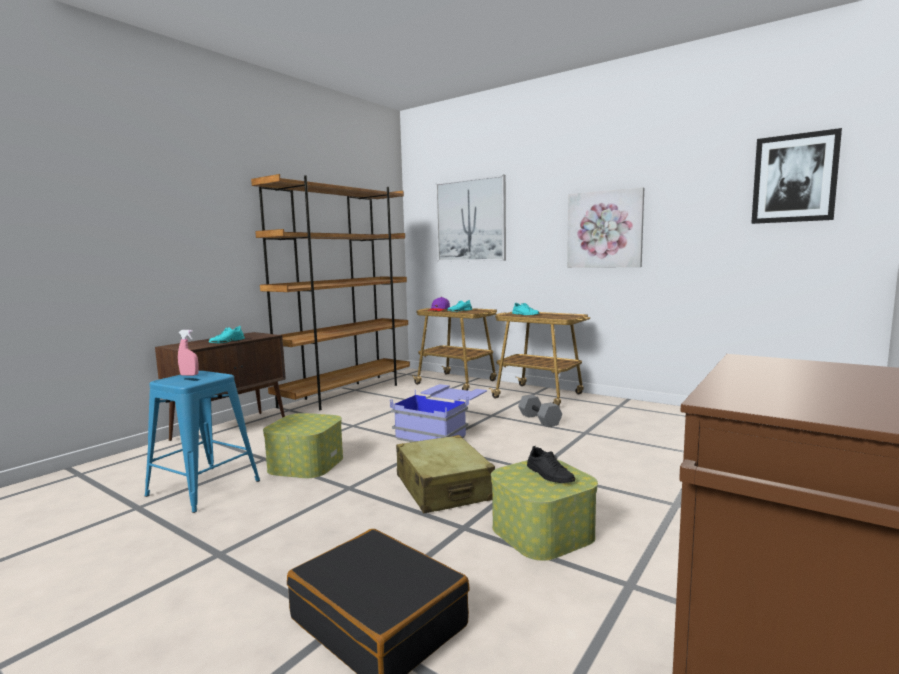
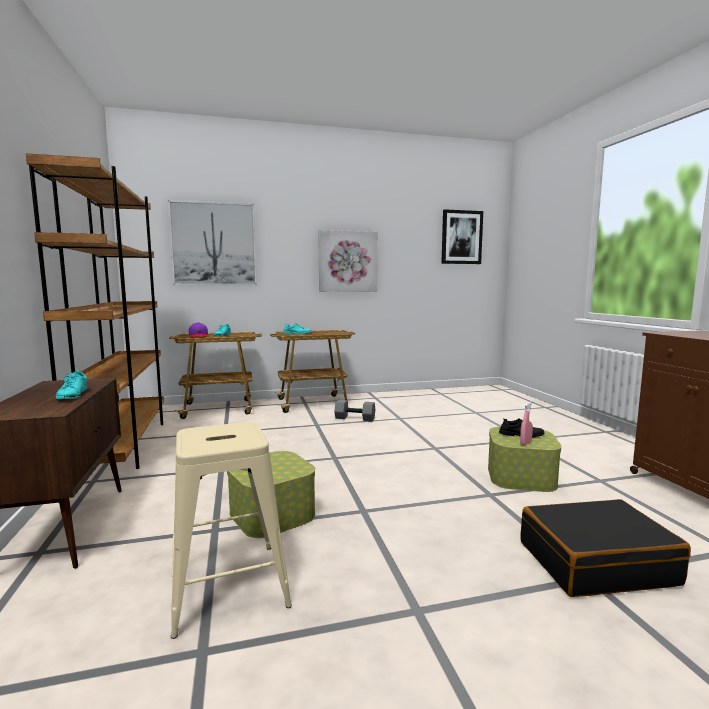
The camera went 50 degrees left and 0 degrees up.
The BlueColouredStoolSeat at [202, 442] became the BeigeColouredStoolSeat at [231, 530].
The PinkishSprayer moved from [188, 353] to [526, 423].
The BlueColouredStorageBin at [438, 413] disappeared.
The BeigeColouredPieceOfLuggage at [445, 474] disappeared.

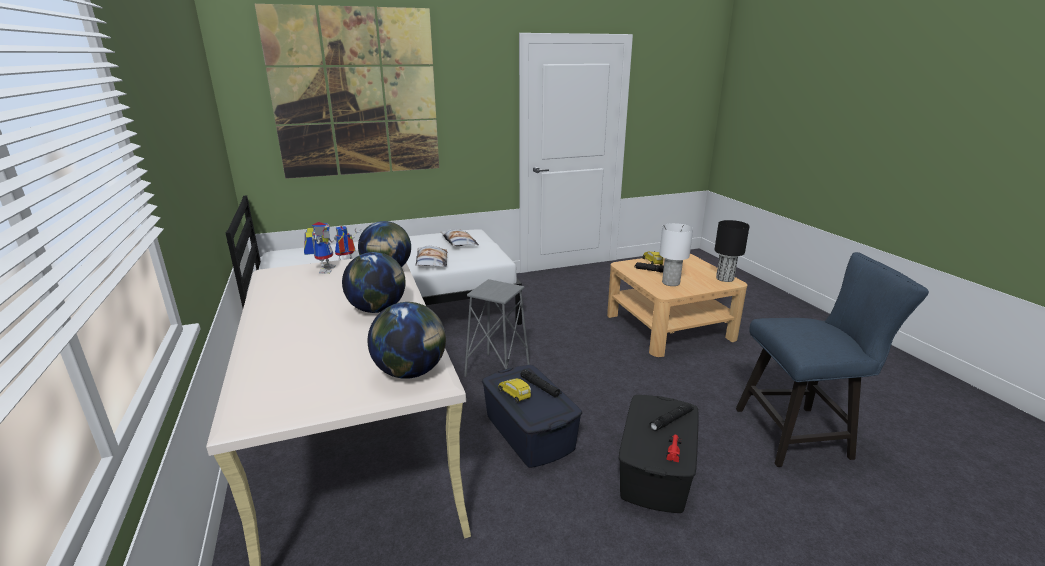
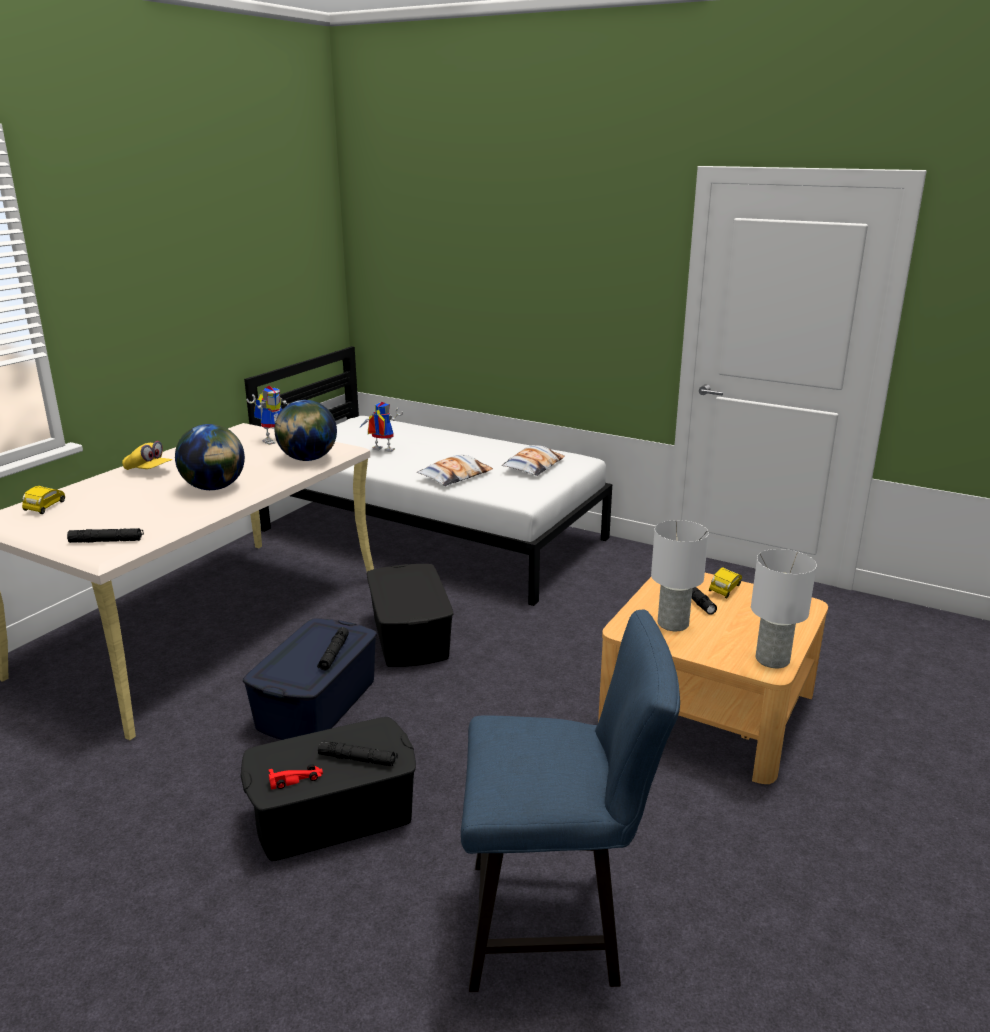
The camera went 50 degrees right and 0 degrees up.
The WallPicture at [347, 91] disappeared.
The Globe at [407, 340] was replaced by the BlackFlashlight at [105, 535].
The GreyStoolSeat at [497, 328] was replaced by the BlackStorageBin at [410, 615].
The YellowModelCar moved from [514, 390] to [43, 500].
The BlackLampForATable at [732, 251] became the WhiteColouredLampForATable at [784, 608].
The BlueColouredPlainChair at [832, 359] turned 45 degrees counterclockwise.
The YellowCap at [147, 455] appeared.

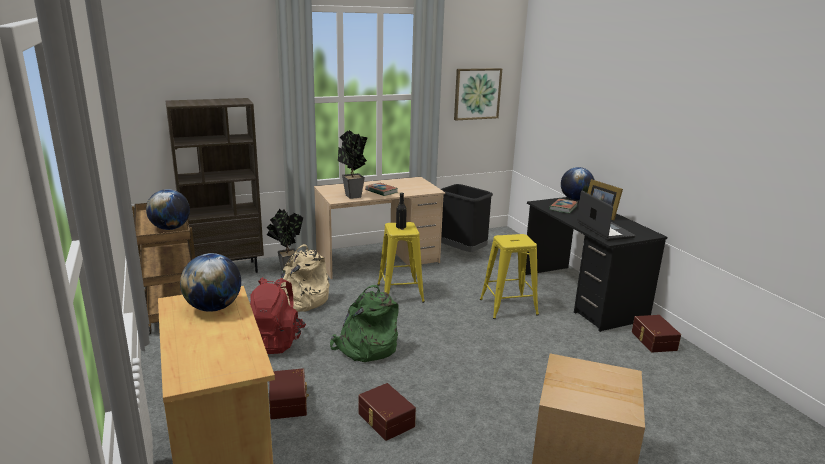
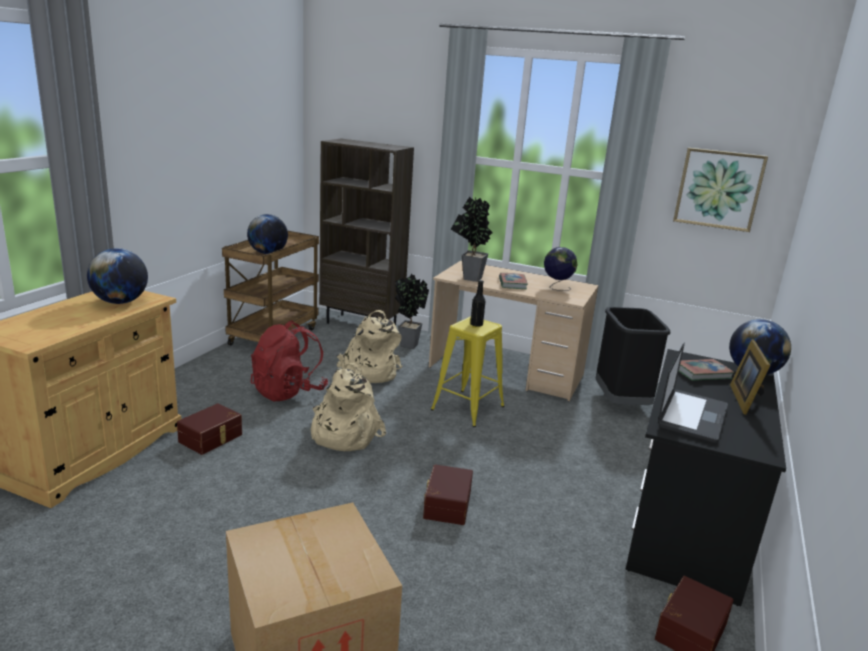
The camera went 45 degrees right and 0 degrees up.
The GreenishRucksack at [364, 323] became the BeigeColouredRucksack at [348, 407].
The BrownColouredStorageBin moved from [387, 412] to [448, 495].
The YellowStoolSeat at [509, 276] disappeared.
The Globe at [561, 269] appeared.

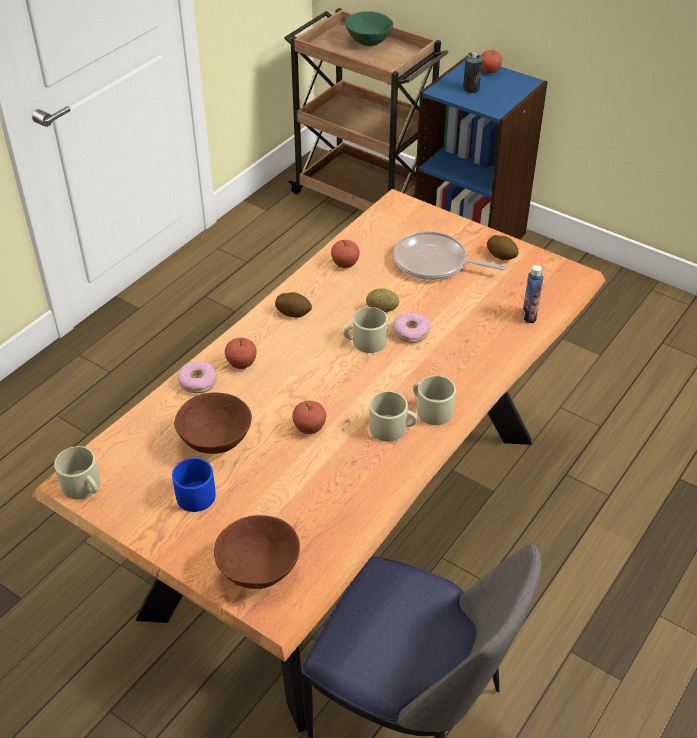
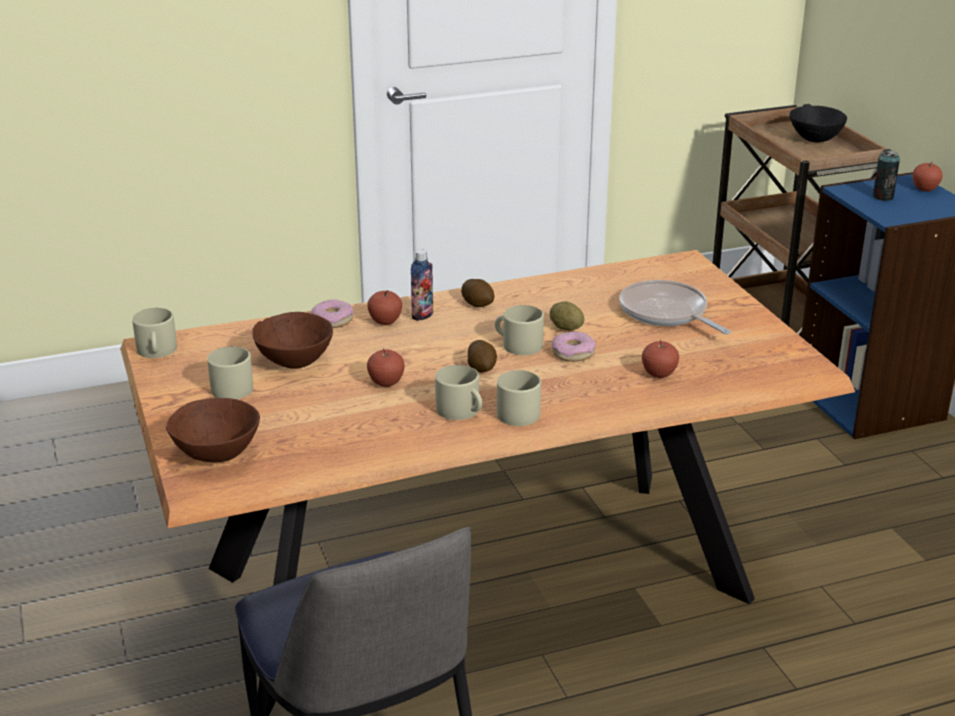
The camera went 35 degrees right and 15 degrees down.
The BlueColouredCoffeeMug at [194, 485] became the BeigeColouredCoffeeMug at [230, 372].
The AppleFruit moved from [345, 254] to [660, 359].
The GreenishServingBowl at [369, 28] became the BlackServingBowl at [818, 124].
The WholePotato moved from [503, 247] to [482, 356].
The DrinkBottle moved from [532, 294] to [422, 285].

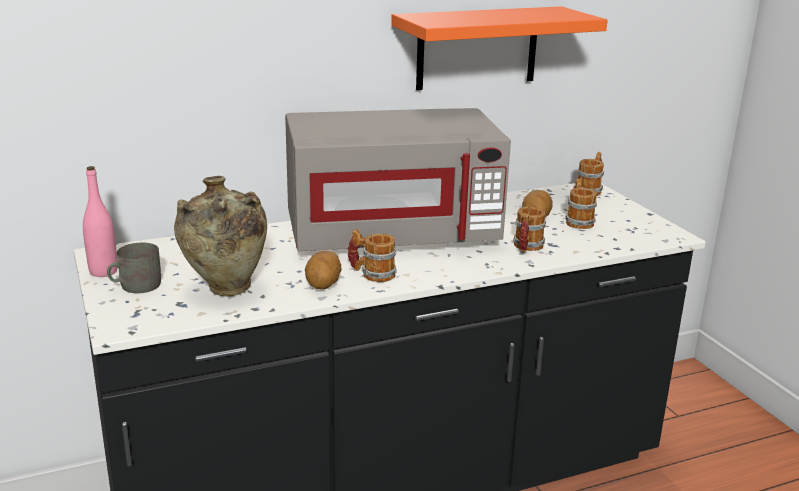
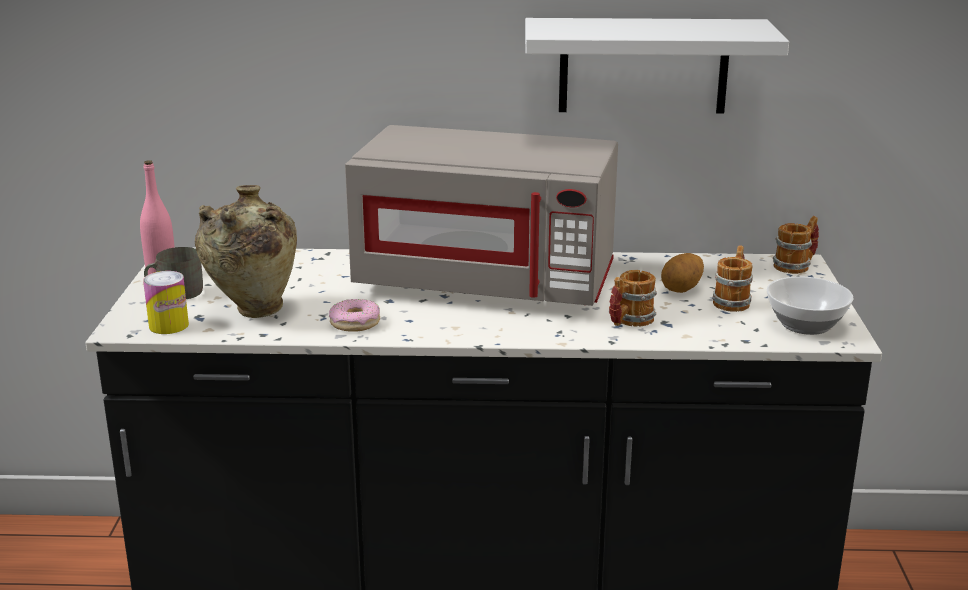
The camera went 25 degrees right and 0 degrees up.
The WholePotato at [323, 269] was replaced by the Donut at [354, 315].
The CoffeeMug at [372, 255] disappeared.
The OrangeColouredBracketShelf at [499, 48] became the WhiteColouredBracketShelf at [657, 66].
The SealedCan at [166, 302] appeared.
The ServingBowl at [810, 305] appeared.

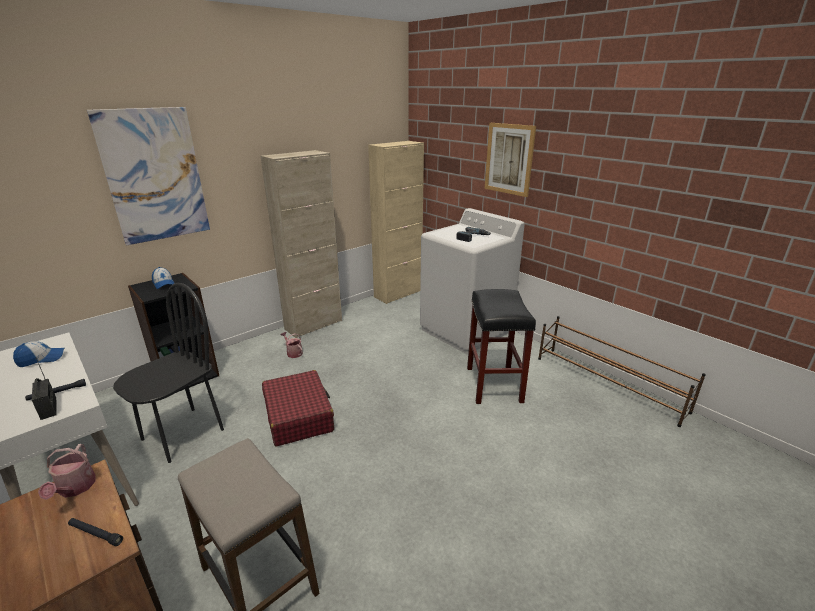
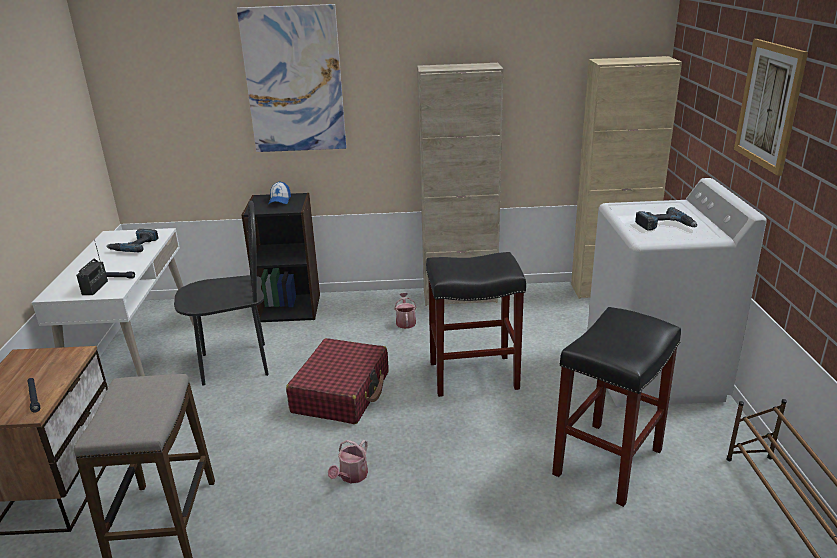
The camera went 40 degrees right and 0 degrees up.
The Cap at [38, 354] was replaced by the Drill at [132, 240].
The WateringPot moved from [67, 472] to [348, 462].
The BlackStoolSeat at [476, 324] appeared.

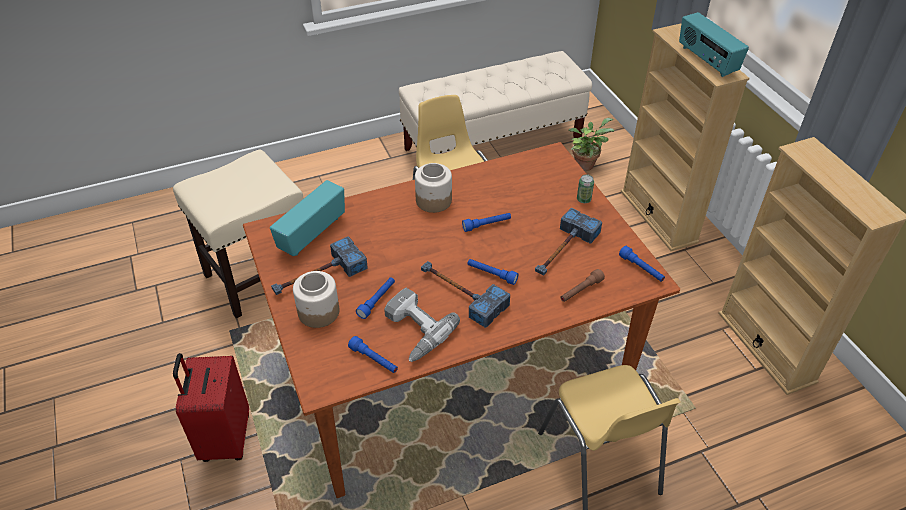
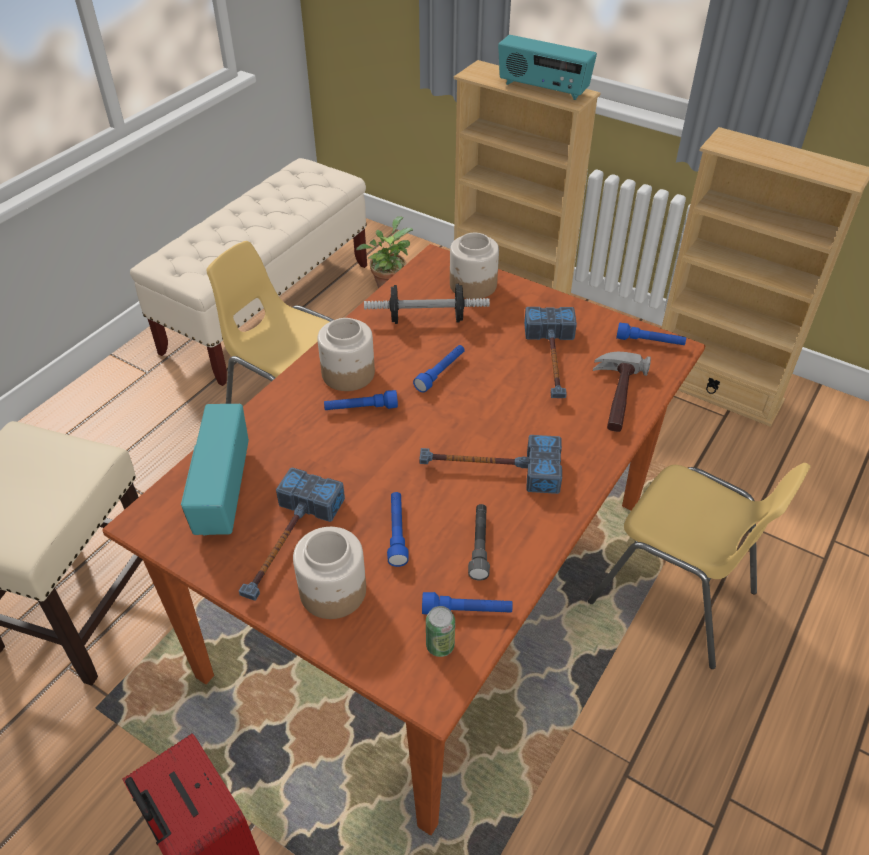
The camera went 35 degrees left and 0 degrees up.
The Drill at [422, 325] was replaced by the GreyFlashlight at [479, 542].
The BlueColouredFlashlight moved from [493, 272] to [361, 400].
The BrownColouredFlashlight at [583, 285] was replaced by the ToolHammer at [622, 392].
The SealedCan moved from [585, 188] to [440, 631].
The HandWeight at [427, 304] appeared.
The PreserveJar at [474, 266] appeared.

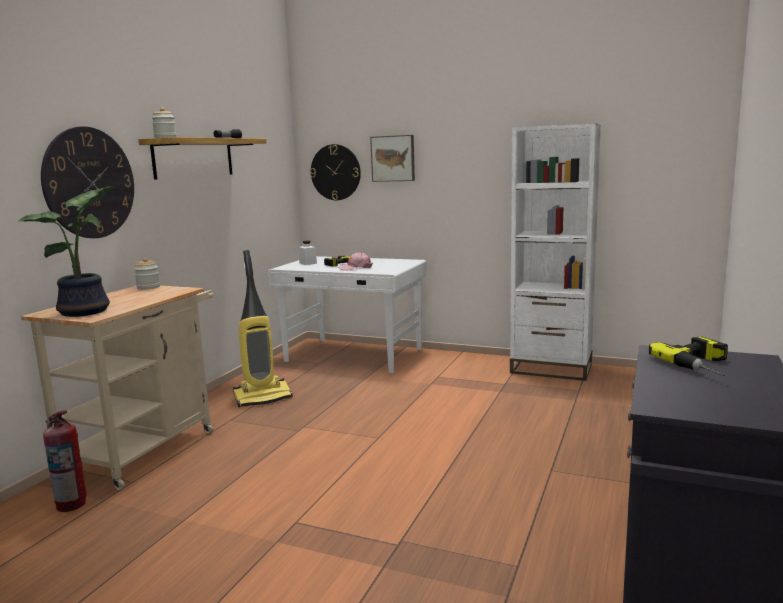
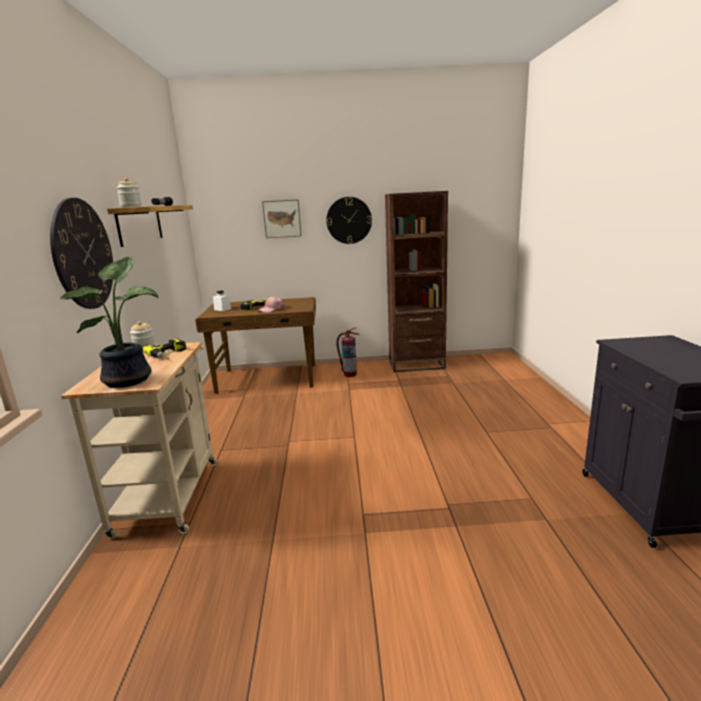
The camera went 25 degrees left and 5 degrees up.
The FireExtinguisher moved from [64, 461] to [348, 352].
The VacuumCleaner at [263, 328] disappeared.
The WhiteColouredDeskUnit at [347, 314] became the BrownColouredDeskUnit at [255, 345].
The WallClock moved from [335, 172] to [349, 220].
The WhiteColouredBookshelf at [555, 252] became the BrownColouredBookshelf at [416, 281].
The Drill moved from [688, 356] to [164, 349].

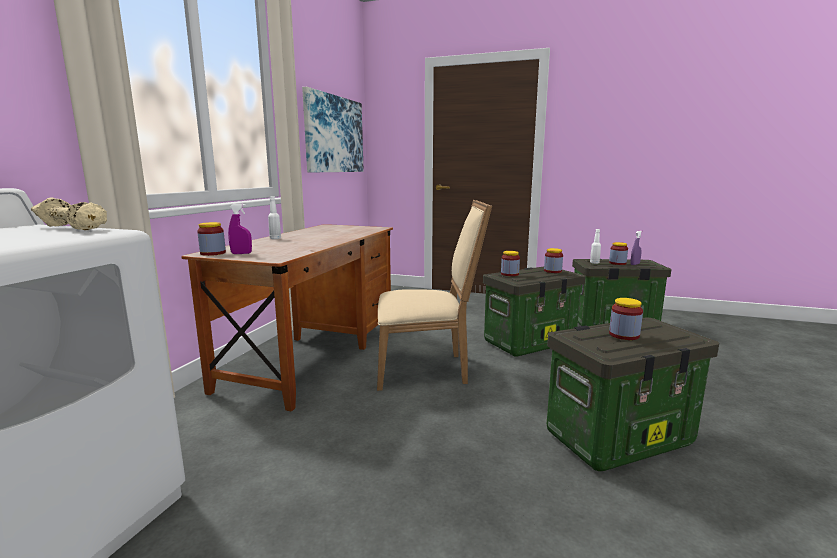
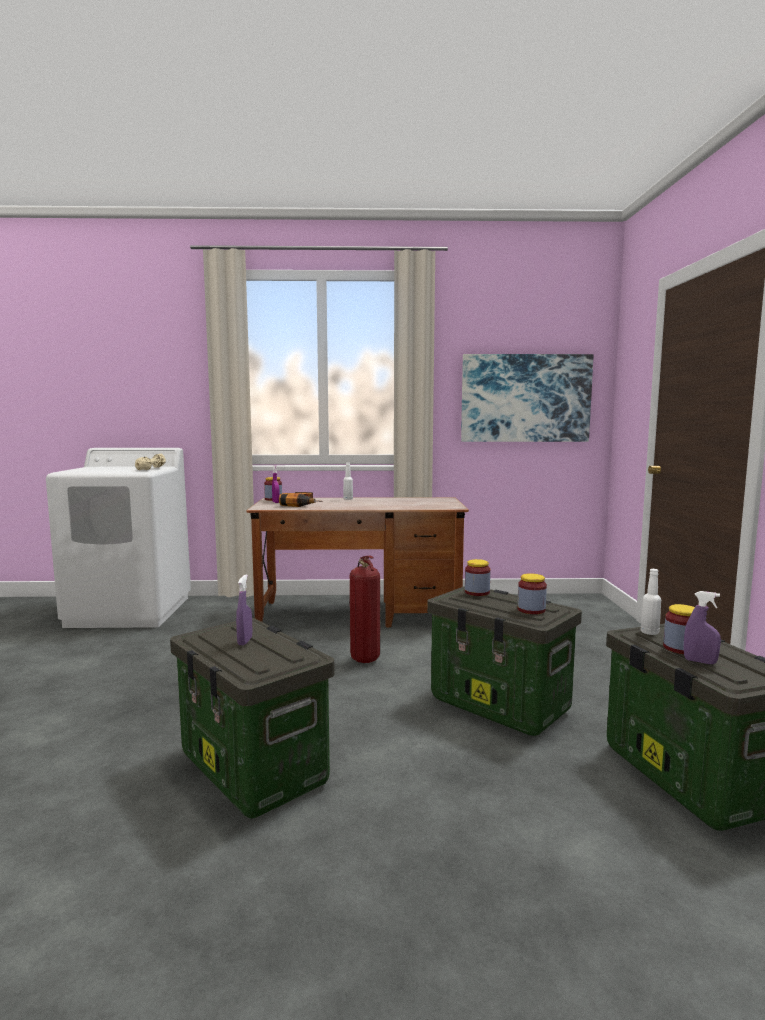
The camera went 70 degrees right and 5 degrees down.
The BeigeColouredPlainChair at [434, 295] was replaced by the FireExtinguisher at [364, 609].
The PreserveJar at [626, 319] was replaced by the PurpleSprayer at [244, 609].
The Drill at [301, 499] appeared.

